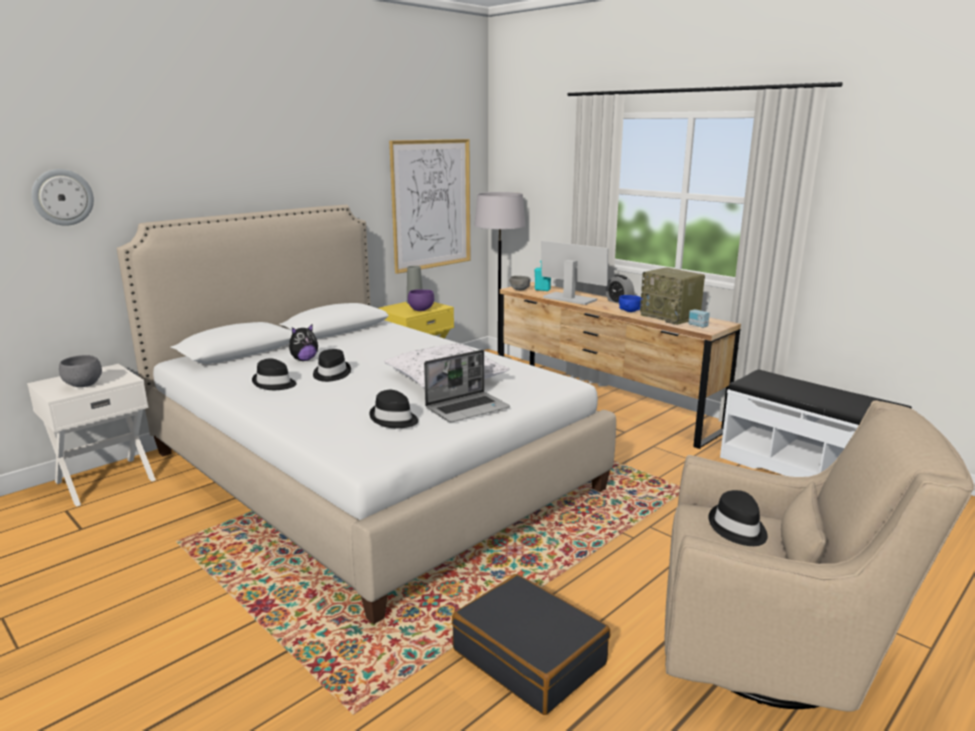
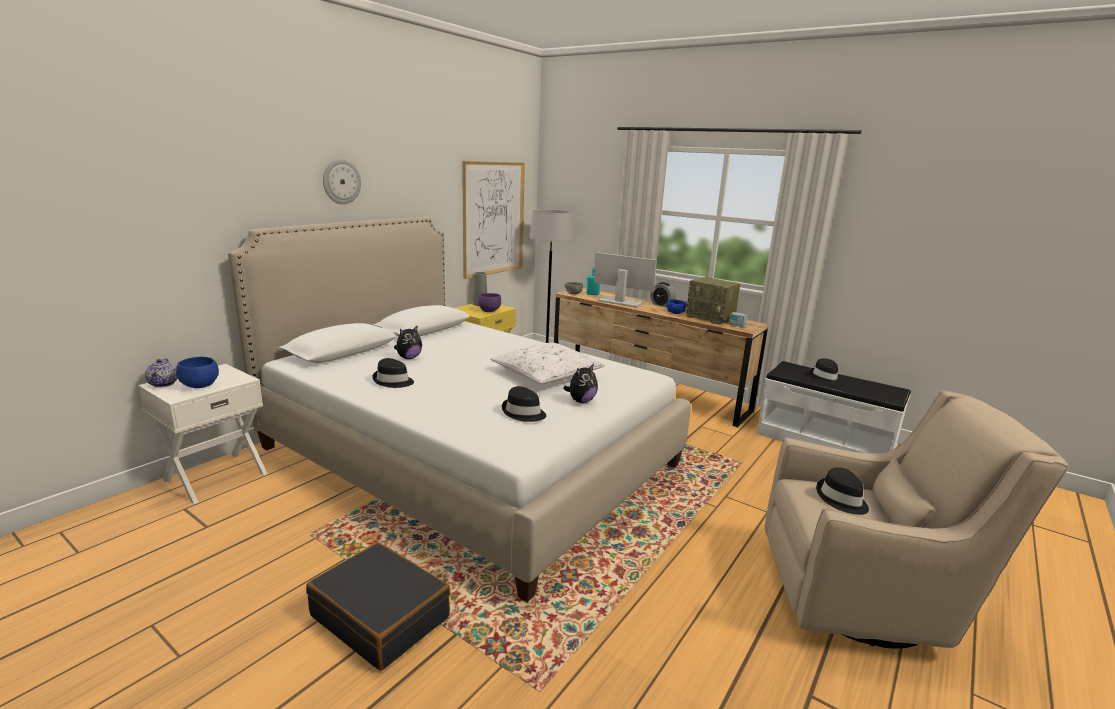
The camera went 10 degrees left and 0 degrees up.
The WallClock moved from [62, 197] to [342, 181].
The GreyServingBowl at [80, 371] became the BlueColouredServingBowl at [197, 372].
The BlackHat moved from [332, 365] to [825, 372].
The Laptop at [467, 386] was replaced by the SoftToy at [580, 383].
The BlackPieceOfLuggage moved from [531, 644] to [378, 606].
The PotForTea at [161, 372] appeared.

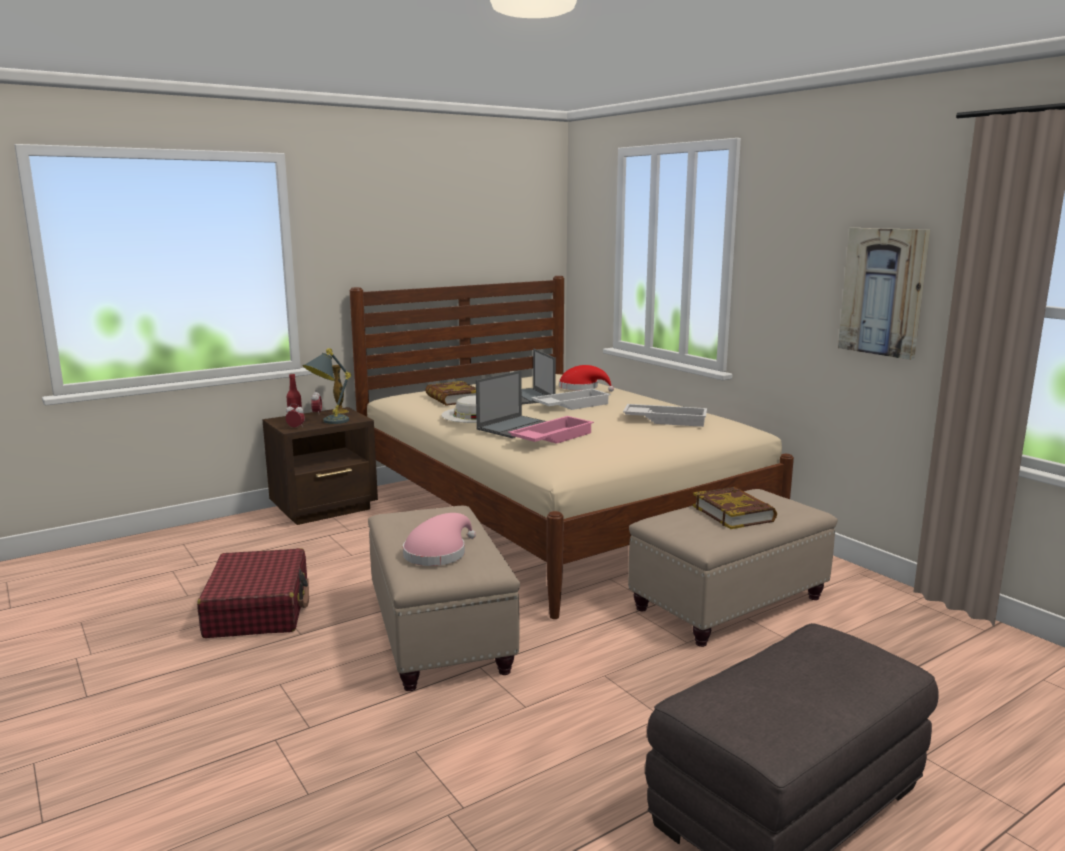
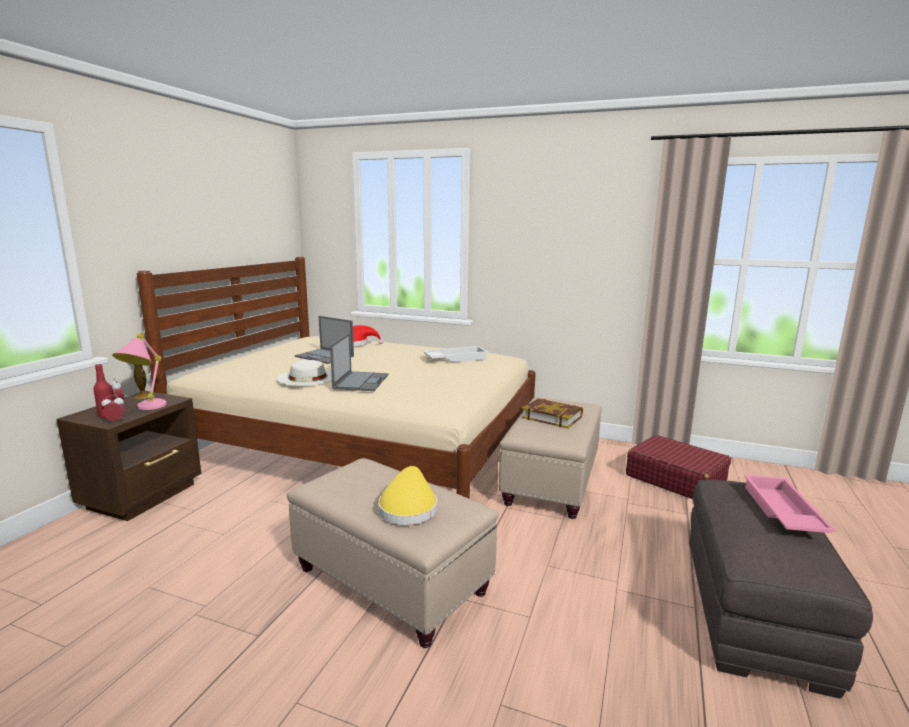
The camera went 35 degrees left and 0 degrees up.
The RedColouredPieceOfLuggage moved from [253, 593] to [678, 467].
The GreyLampForATable at [327, 386] became the PinkishLampForATable at [139, 371].
The PinkishHat at [439, 539] became the YellowHat at [407, 495].
The Book at [450, 393] disappeared.
The PinkishCarryingTray moved from [551, 430] to [790, 504].
The WhiteColouredCarryingTray at [571, 399] disappeared.
The WallPicture at [884, 294] disappeared.

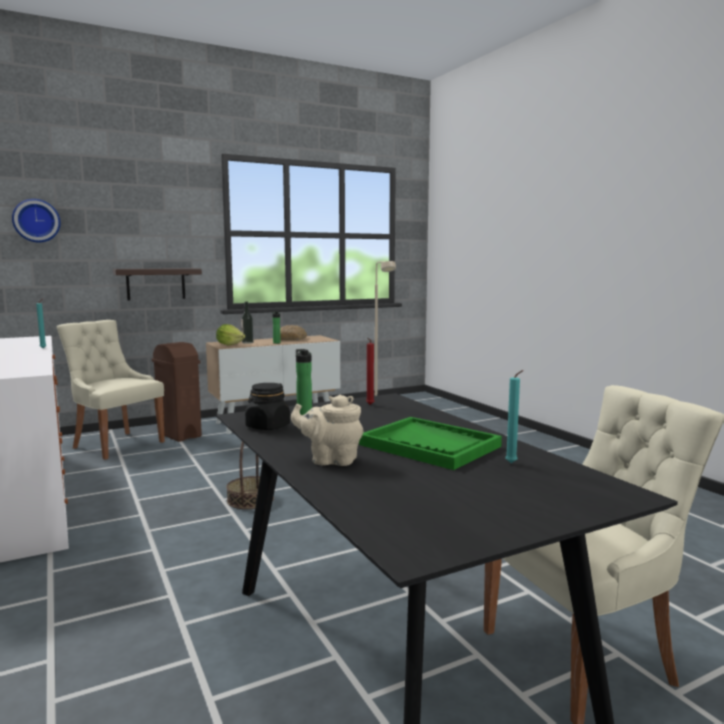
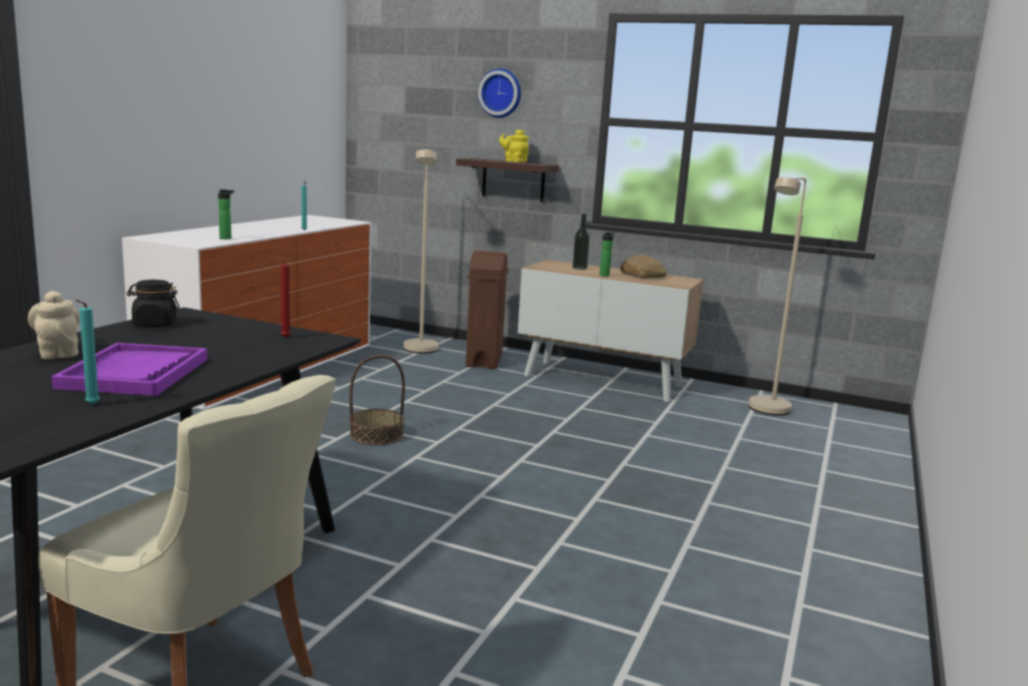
The camera went 50 degrees right and 5 degrees up.
The WallClock moved from [36, 220] to [499, 93].
The BeigeColouredPlainChair at [110, 390] was replaced by the BeigeColouredFloorLamp at [421, 251].
The HeadOfLettuce at [230, 334] disappeared.
The DrinkBottle moved from [304, 382] to [226, 214].
The GreenishCarryingTray at [430, 443] became the PurpleCarryingTray at [129, 369].
The YellowPotForTea at [514, 146] appeared.

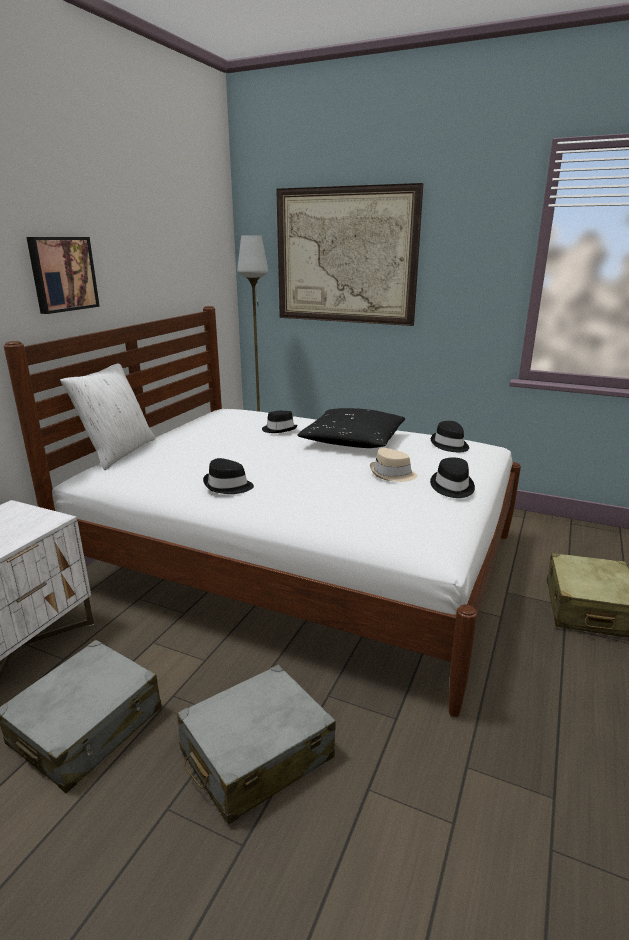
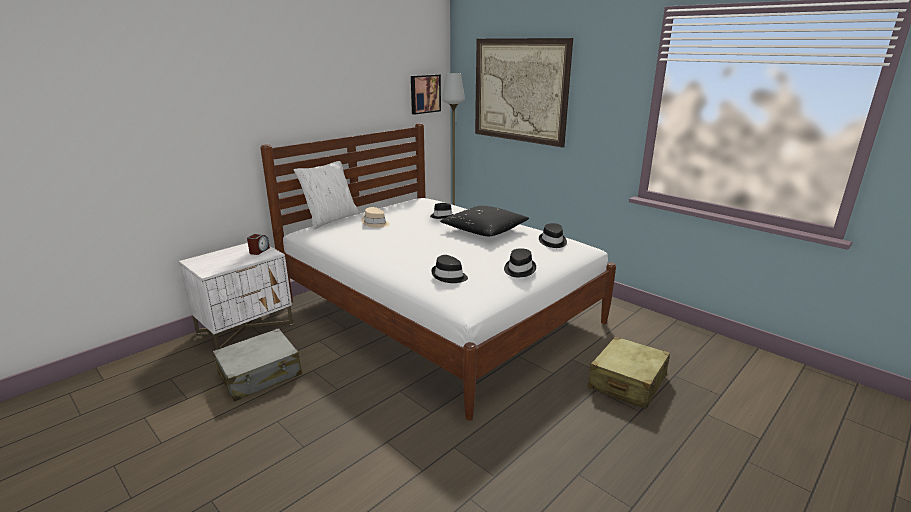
The camera went 20 degrees right and 0 degrees up.
The WallPicture moved from [63, 275] to [426, 94].
The GreyPieceOfLuggage at [256, 744] disappeared.
The BlackHat moved from [228, 476] to [449, 269].
The BeigeColouredHat moved from [393, 465] to [375, 217].
The BedsideClock at [258, 244] appeared.

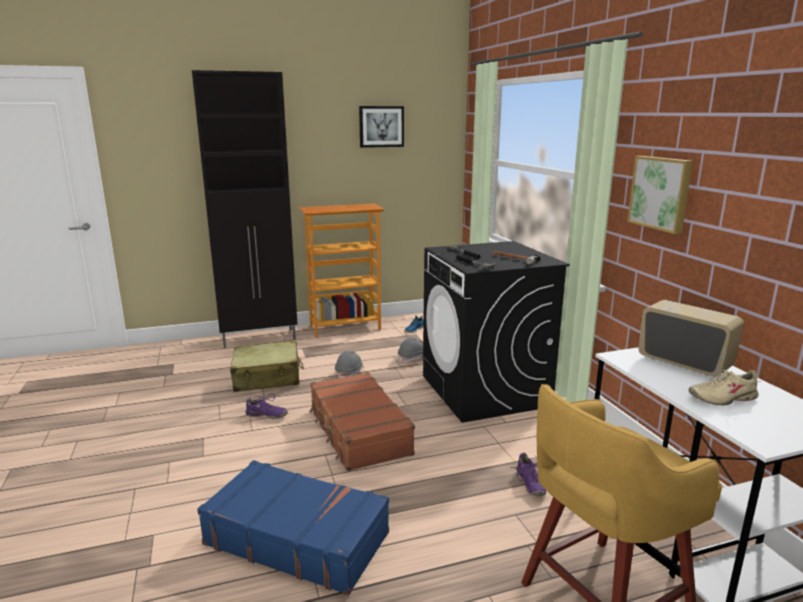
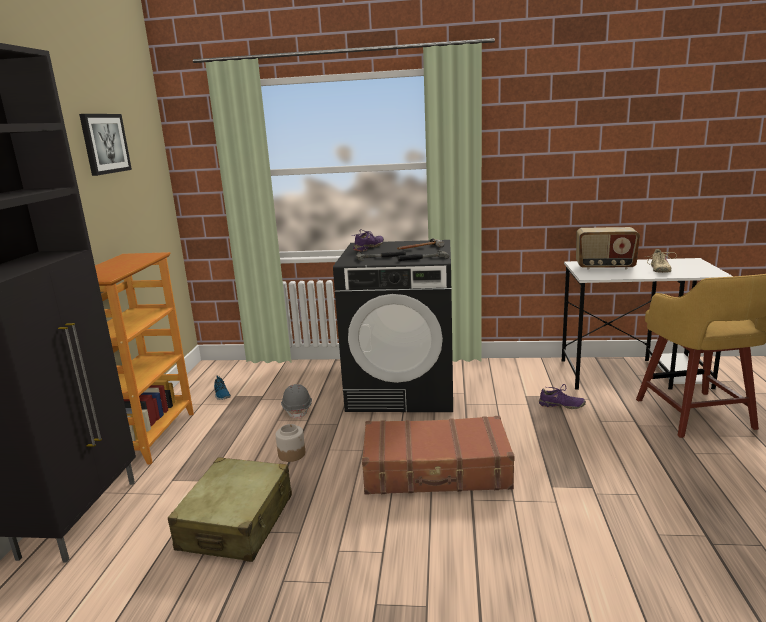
The camera went 65 degrees left and 0 degrees up.
The BlueColouredPieceOfLuggage at [293, 528] disappeared.
The PurpleLowShoe moved from [267, 406] to [368, 240].
The GreySafetyHelmet at [349, 364] was replaced by the PreserveJar at [290, 443].
The WallPicture at [660, 195] disappeared.
The RadioSet at [691, 338] turned 150 degrees counterclockwise.

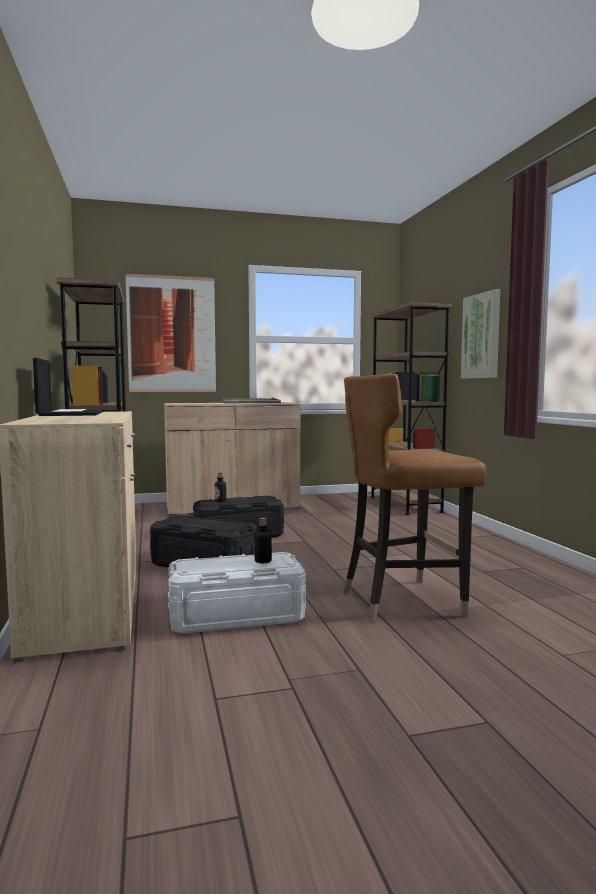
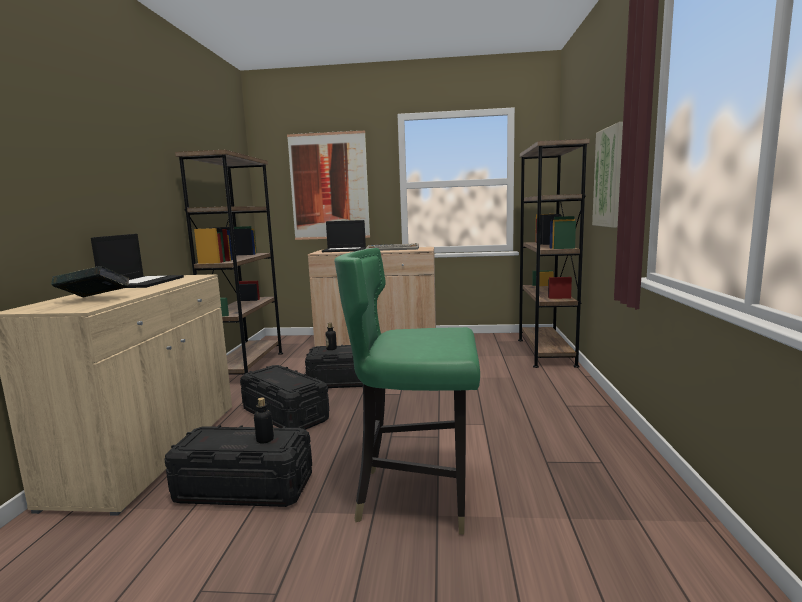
The camera went 20 degrees right and 5 degrees up.
The WhiteColouredStorageBin at [237, 593] became the BlackStorageBin at [238, 466].
The BrownColouredPlainChair at [415, 498] became the GreenishPlainChair at [407, 391].
The Book at [90, 282] appeared.
The Laptop at [344, 236] appeared.

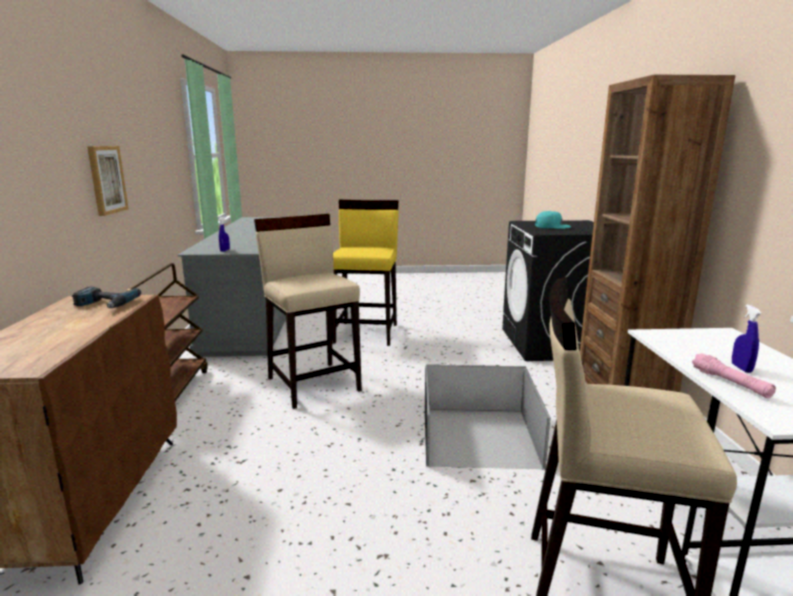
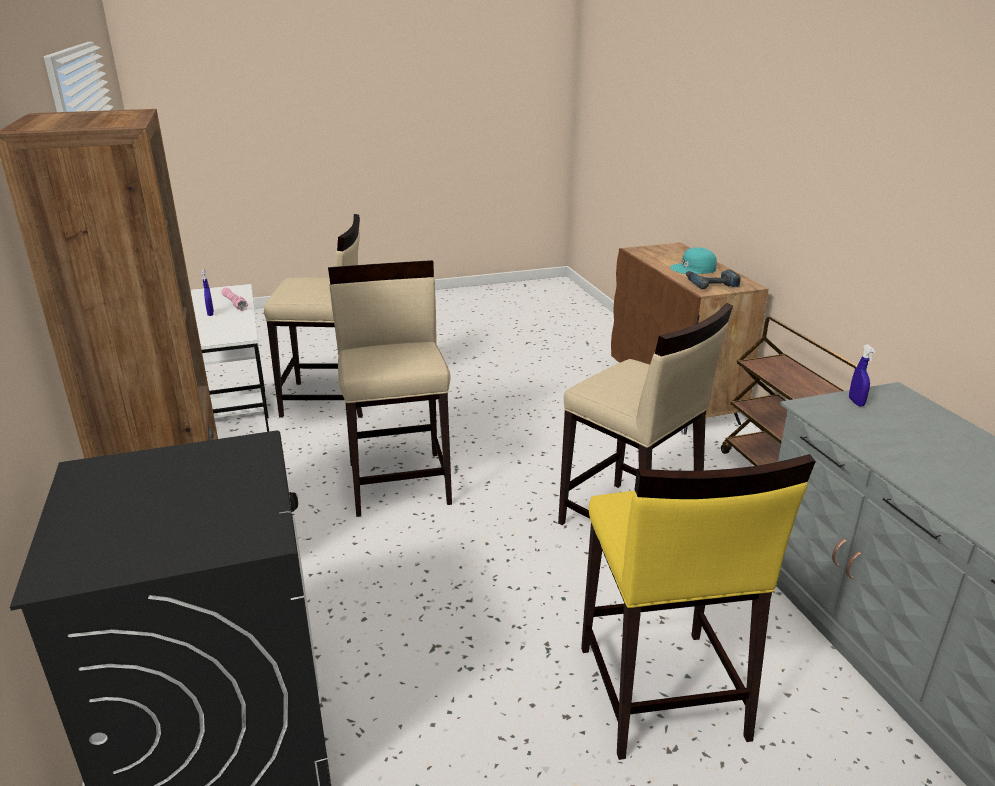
The camera went 165 degrees right and 10 degrees up.
The WallPicture at [108, 181] disappeared.
The BlackStorageBin at [487, 417] was replaced by the BeigeColouredStoolSeat at [390, 388].
The BlueGreenCap moved from [553, 220] to [693, 260].

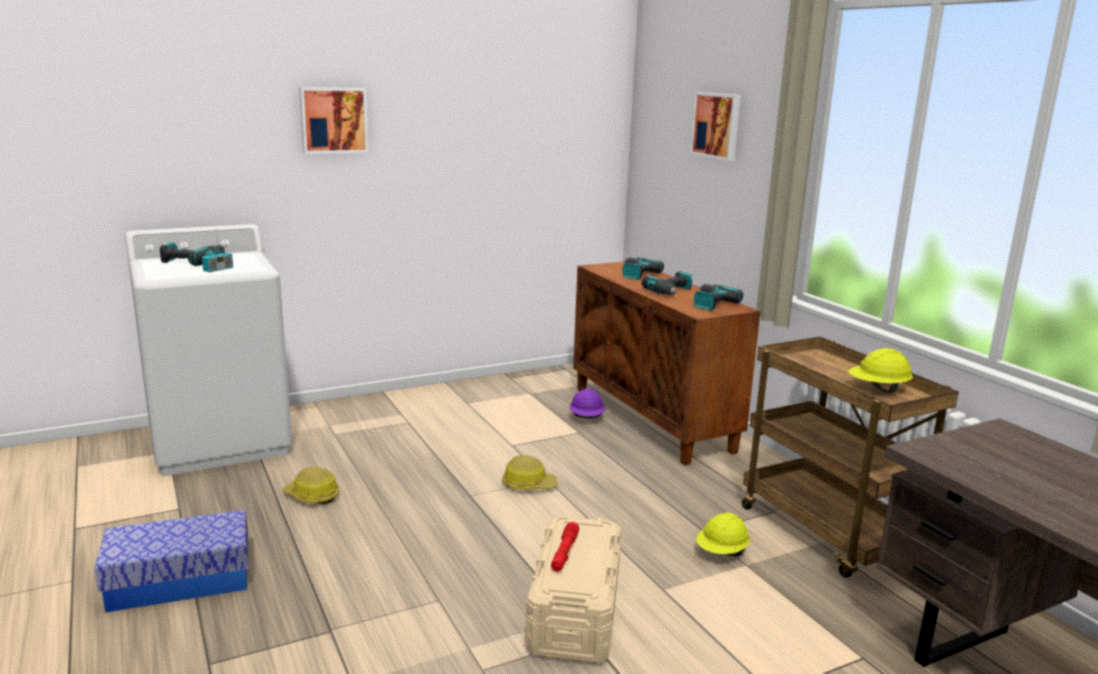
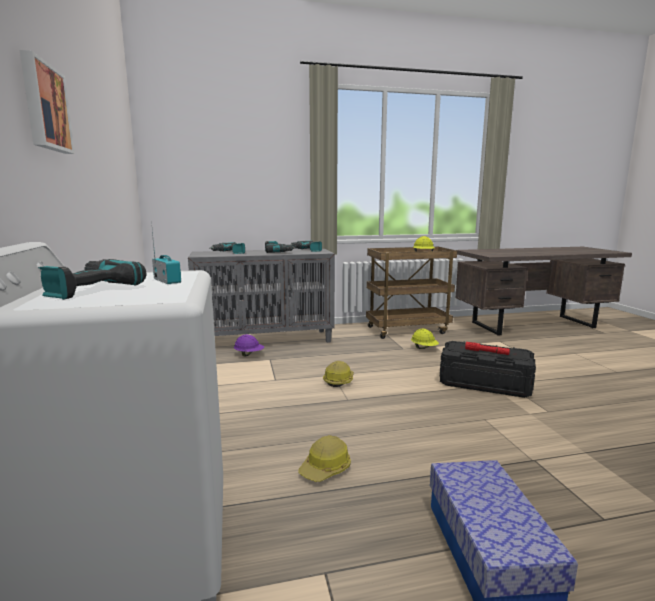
The camera went 75 degrees left and 5 degrees down.
The BeigeColouredStorageBin at [573, 589] became the BlackStorageBin at [488, 369].
The BrownColouredCabinet at [666, 363] became the GreyCabinet at [261, 296].
The WallPicture at [715, 126] disappeared.

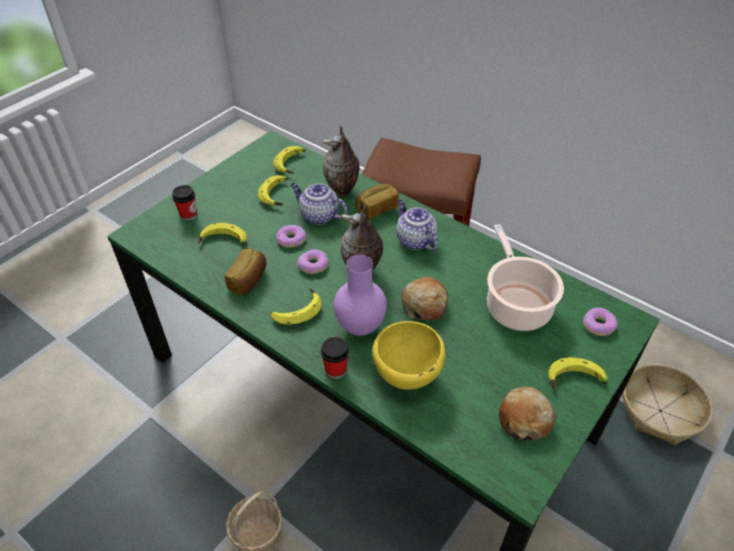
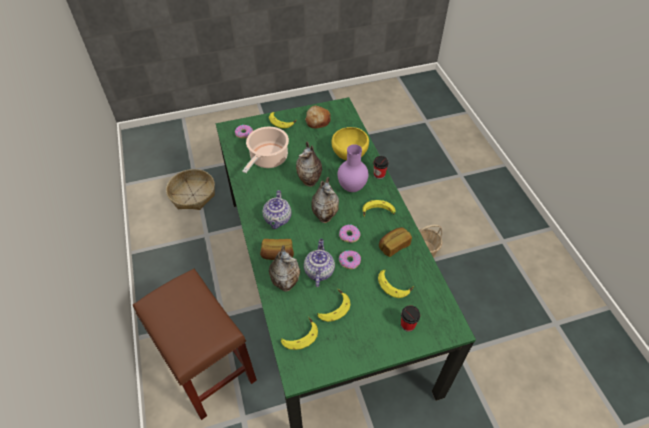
The camera went 145 degrees left and 5 degrees up.
The PotForTea at [318, 204] turned 150 degrees counterclockwise.
The BakedBread at [425, 299] was replaced by the Vase at [309, 164].

